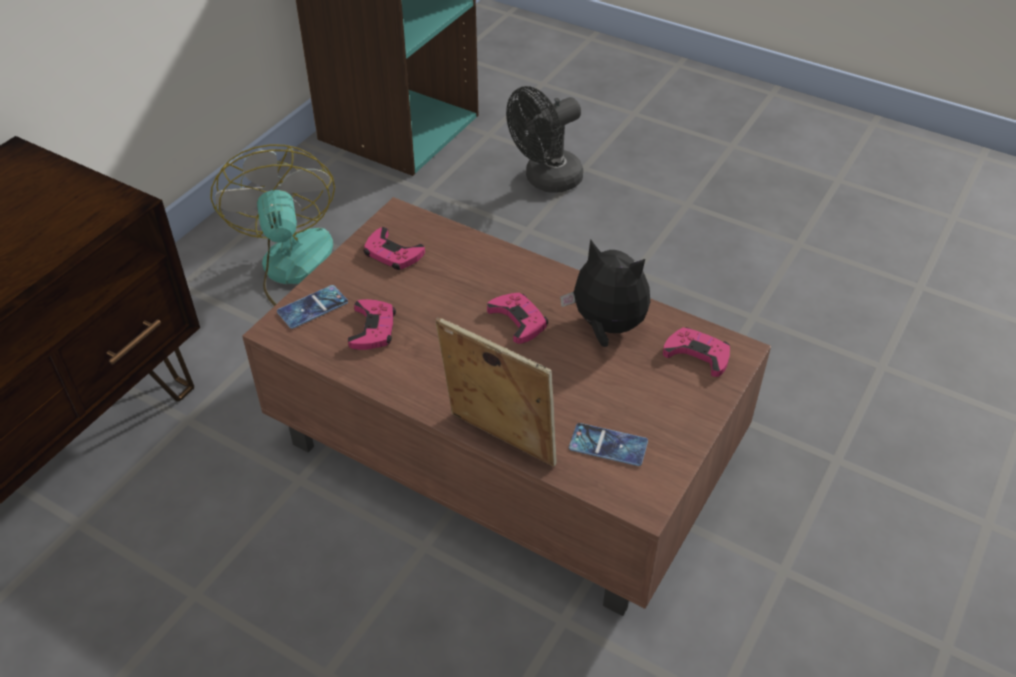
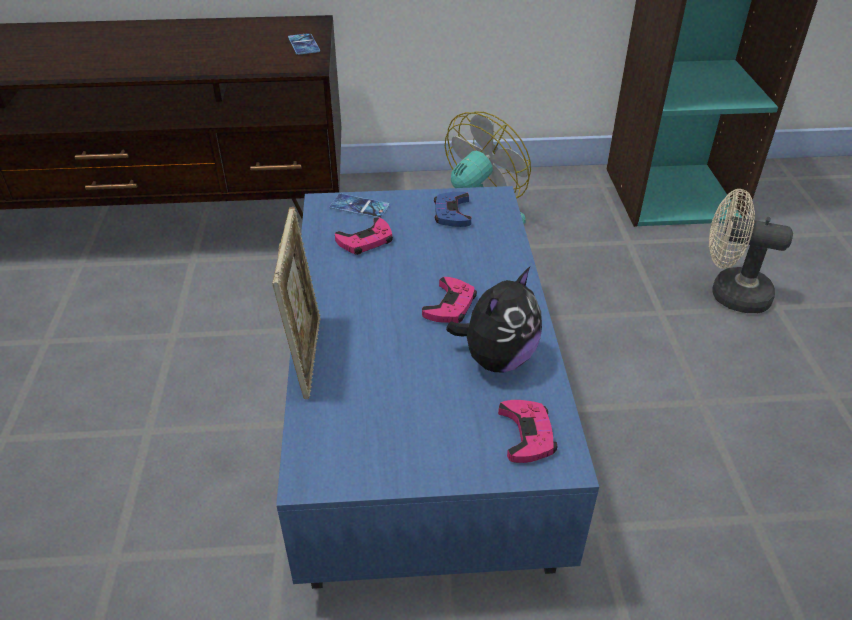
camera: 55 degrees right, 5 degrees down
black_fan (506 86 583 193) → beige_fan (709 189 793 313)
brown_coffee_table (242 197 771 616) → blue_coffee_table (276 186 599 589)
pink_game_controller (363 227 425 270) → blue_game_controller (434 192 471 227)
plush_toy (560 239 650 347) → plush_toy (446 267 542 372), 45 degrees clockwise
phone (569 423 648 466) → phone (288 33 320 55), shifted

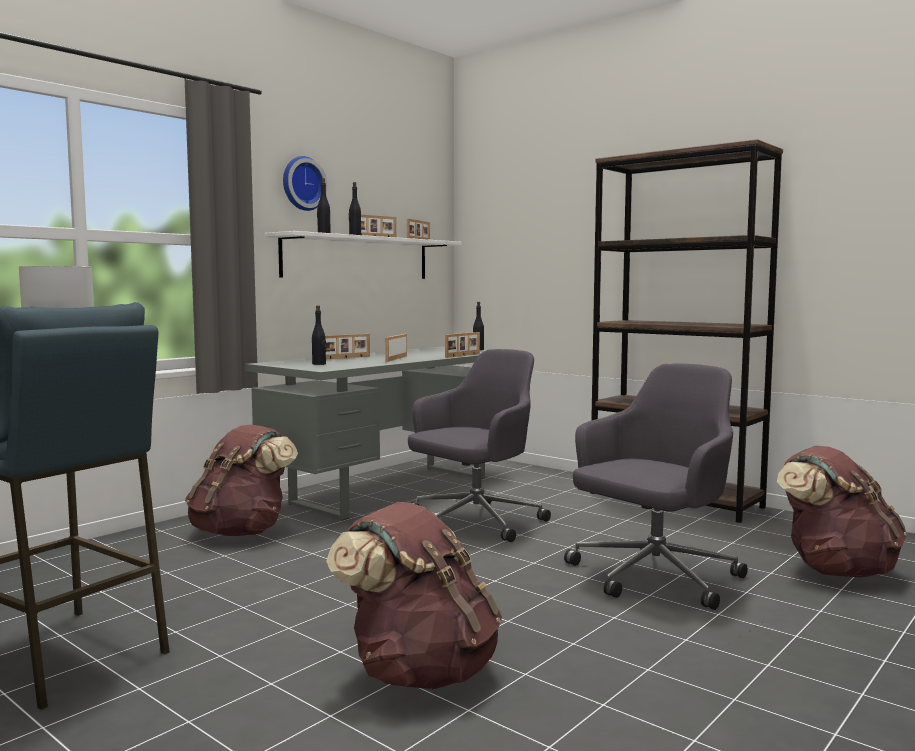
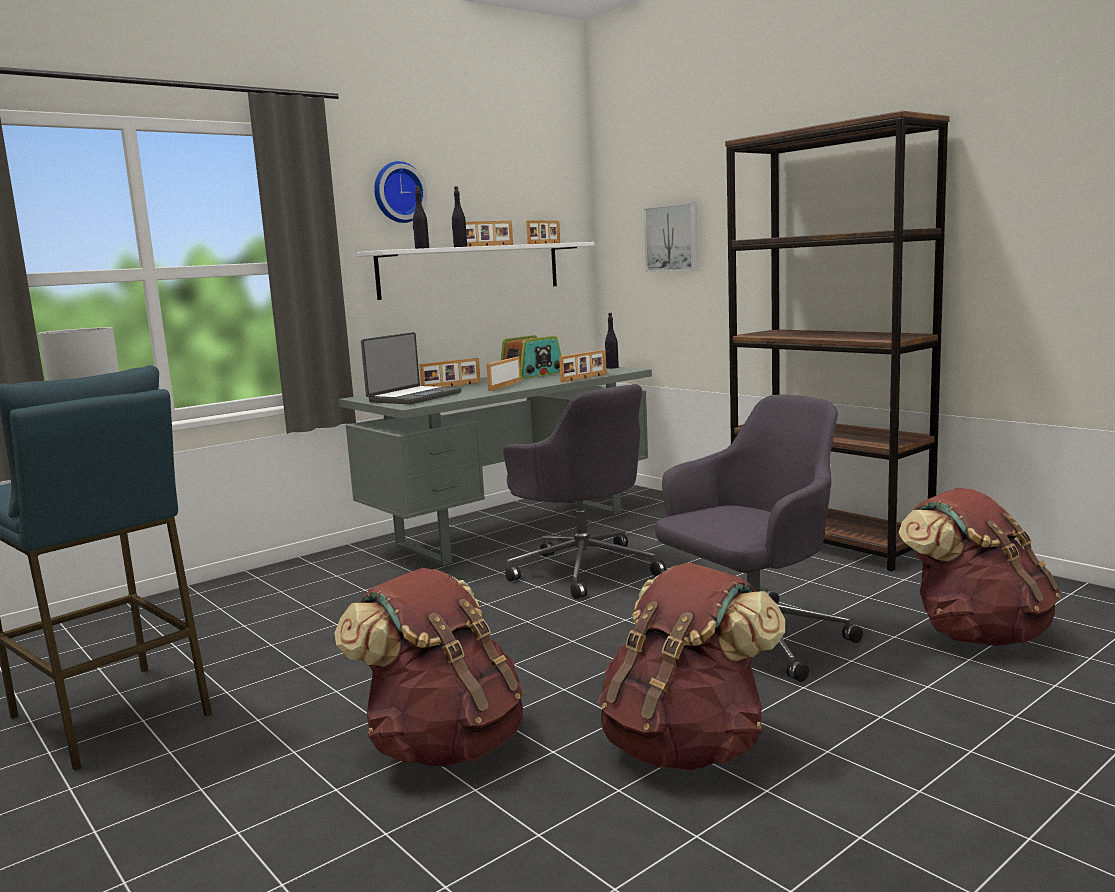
camera: 10 degrees right, 5 degrees up
black_bottle (312 305 326 365) → laptop (361 332 462 405)
grey_office_chair (408 349 551 542) → grey_office_chair (503 384 666 599), 90 degrees clockwise
brown_backpack (185 425 298 536) → brown_backpack (598 562 785 770), shifted
- → picture (644 203 698 272)
- → radio (501 335 561 379)

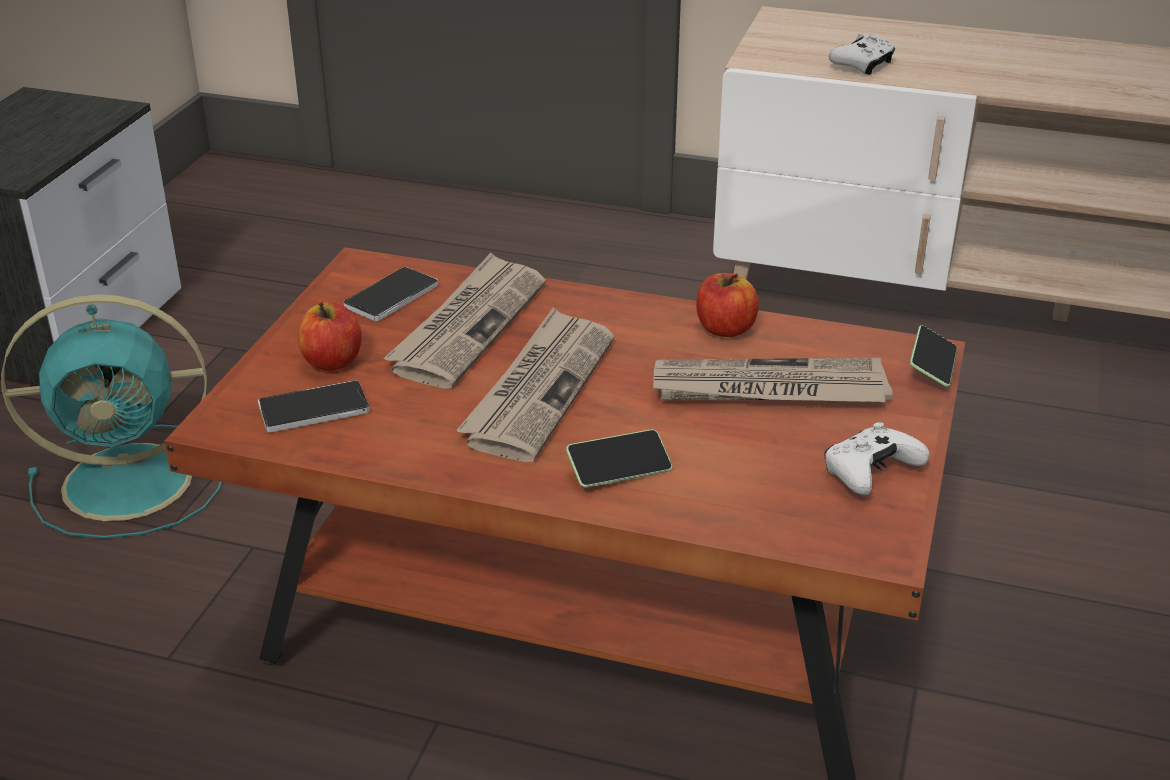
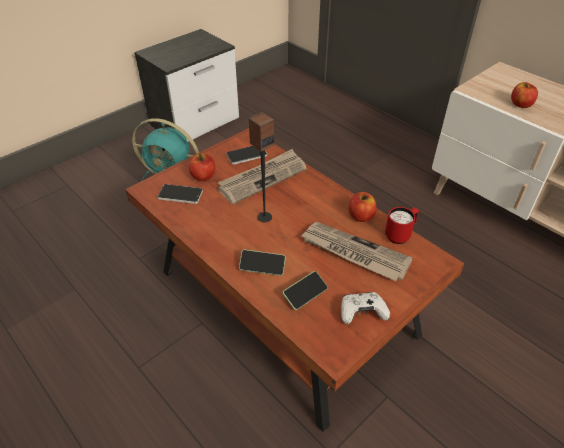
camera: 30 degrees right, 10 degrees up
white_game_controller (829 33 895 75) → apple (511 82 538 108)
newspaper (456 308 614 462) → speaker (249 112 275 222)
phone (910 325 957 387) → phone (283 271 328 310), shifted
- → red_mug (385 207 419 244)

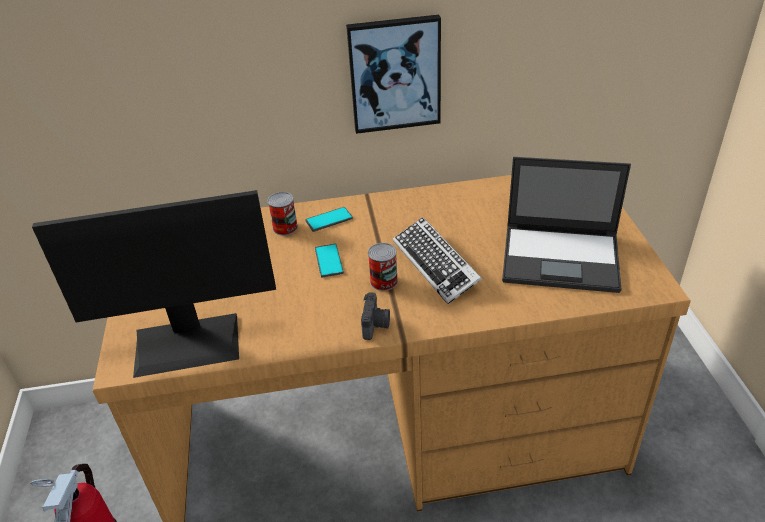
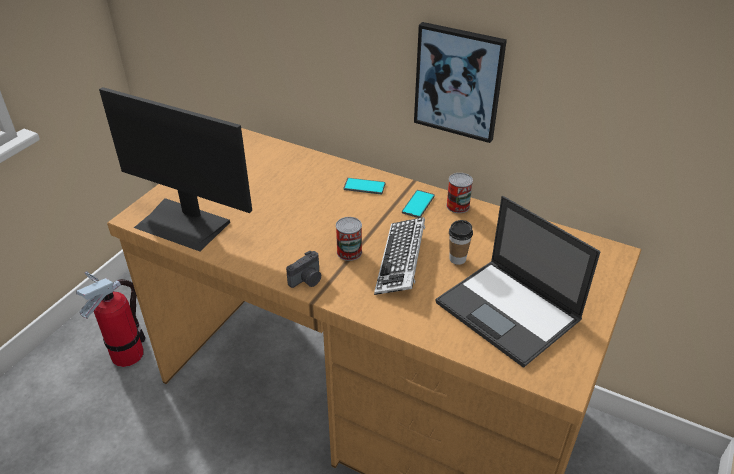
camera: 35 degrees right, 0 degrees up
can (268 192 298 235) → can (446 173 473 213), shifted
phone (315 244 344 278) → phone (402 190 435 218), shifted
- → cup (449 220 473 265)

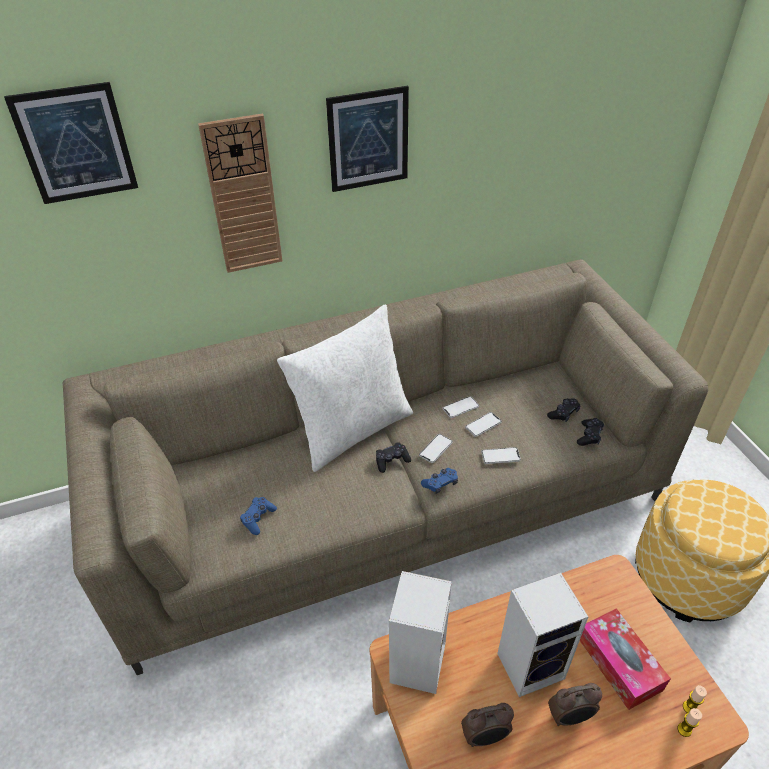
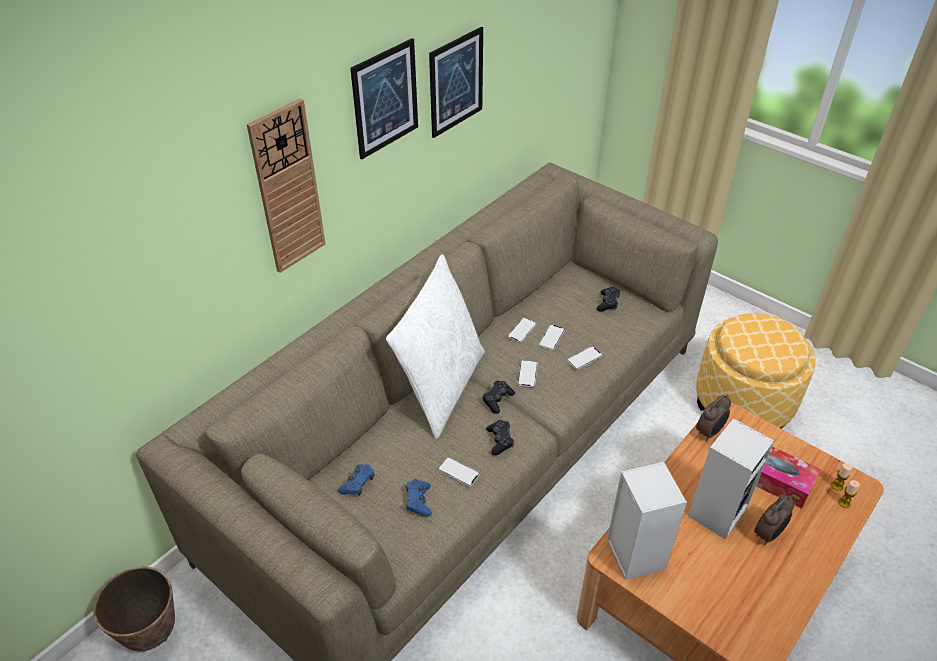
camera: 30 degrees left, 0 degrees up
picture (4 82 138 204) → picture (429 27 483 138), shifted
black_game_controller (577 418 604 446) → black_game_controller (486 420 514 455), shifted
blue_game_controller (421 468 458 494) → blue_game_controller (338 464 375 496), shifted
alarm_clock (461 703 514 747) → alarm_clock (696 395 731 441), shifted
- → phone (438 457 480 487)
- → planter (93 567 175 651)

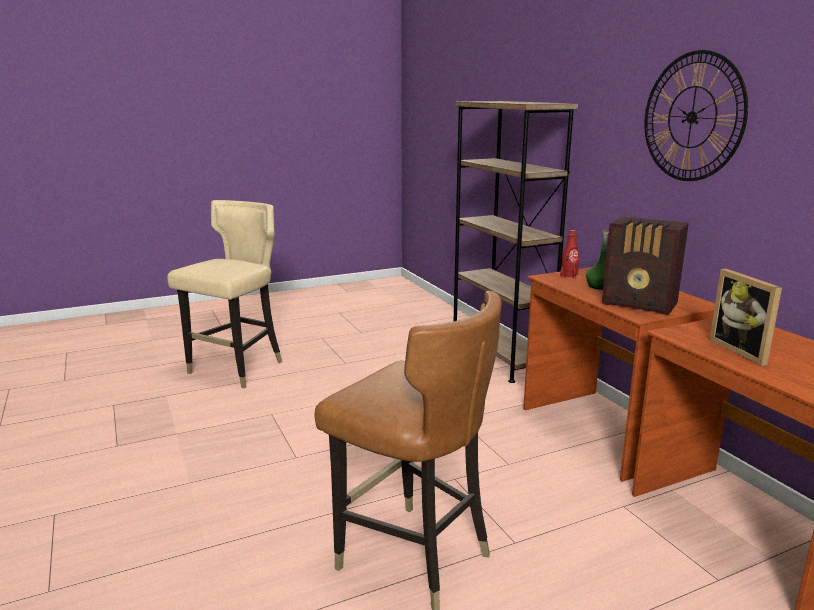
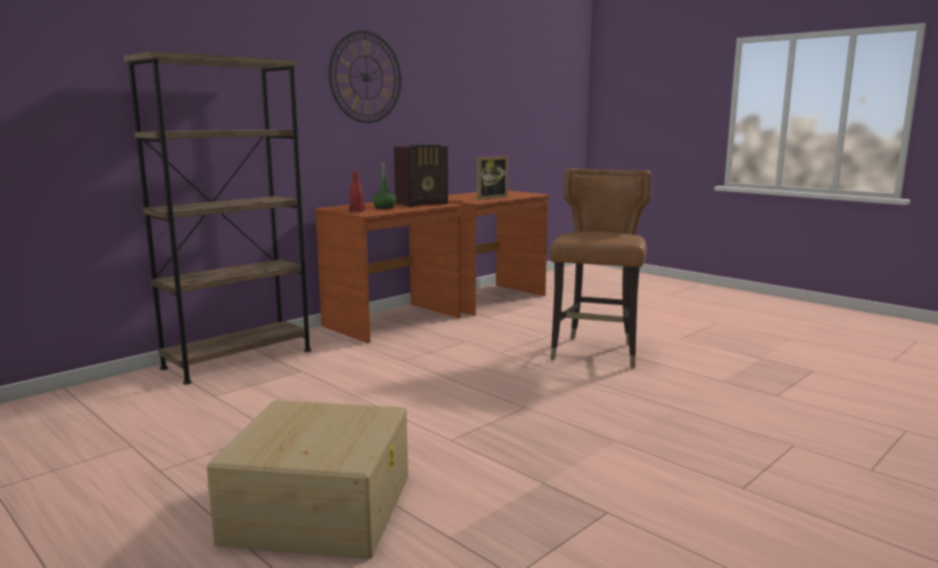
camera: 110 degrees left, 5 degrees down
beige_chair (167 200 282 388) → beige_storage_box (207 400 408 559)
radio (602 216 689 315) → radio (394 144 448 207), 45 degrees clockwise

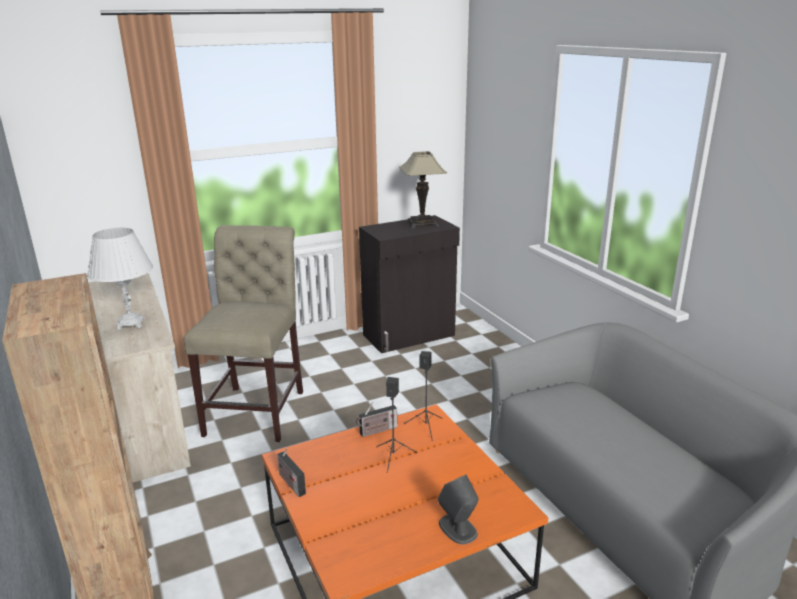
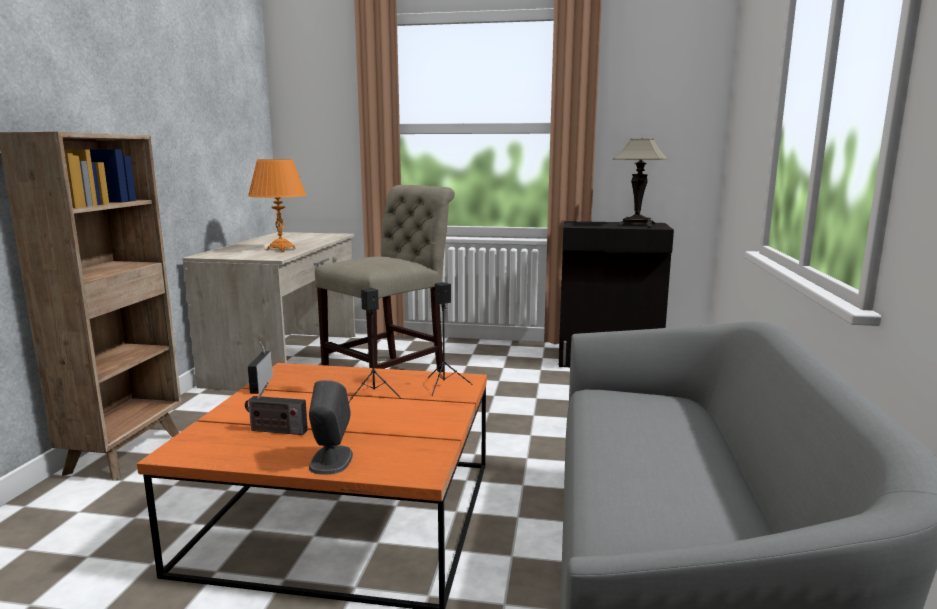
camera: 35 degrees right, 10 degrees down
white_table_lamp (87 228 153 330) → orange_table_lamp (248 159 306 251)
radio (356 402 397 437) → radio (245 382 308 435), shifted

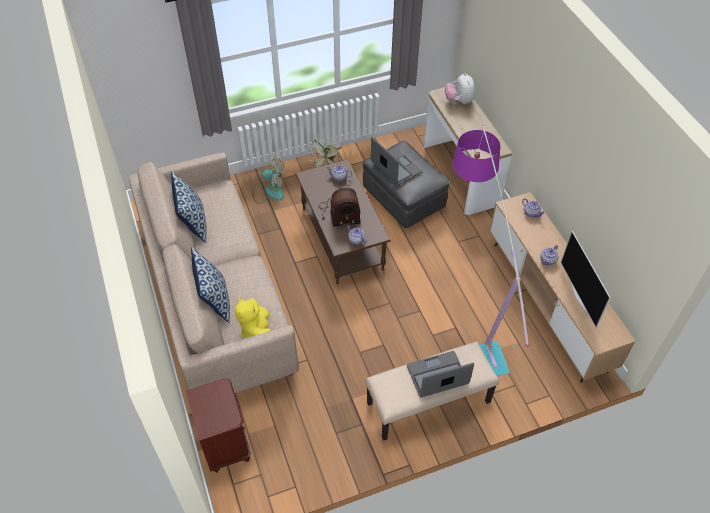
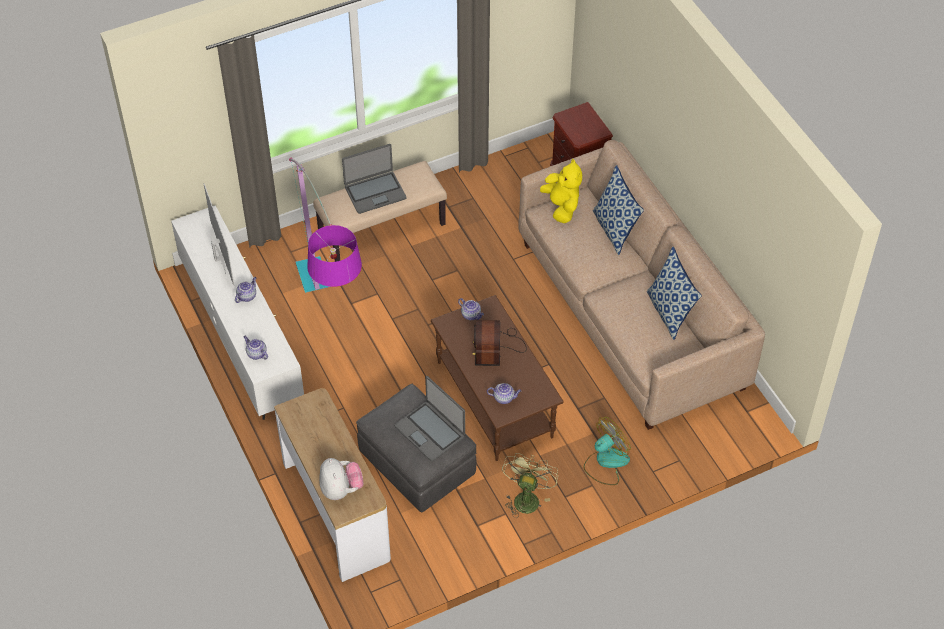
camera: 175 degrees right, 0 degrees up
fan (252 158 286 204) → fan (584 417 631 485), 135 degrees clockwise
radio (319 188 361 227) → radio (473 320 527 366), 75 degrees counterclockwise
brown_tv_stand (489 192 635 383) → white_tv_stand (171 206 304 420)

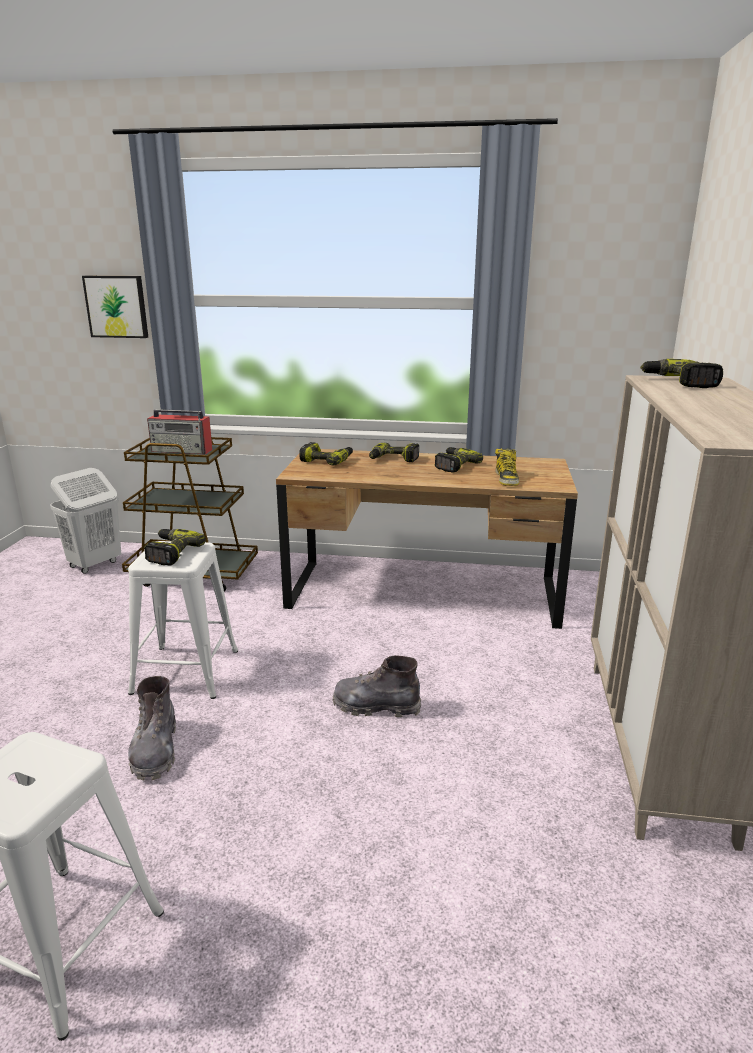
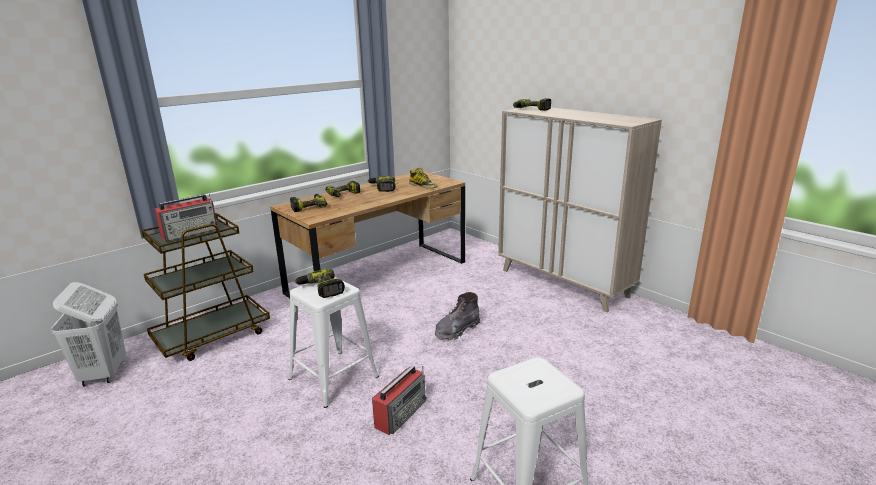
camera: 50 degrees left, 0 degrees up
picture (82 276 148 338) → -
grey_boot (128 676 176 780) → radio (372 366 427 435)

